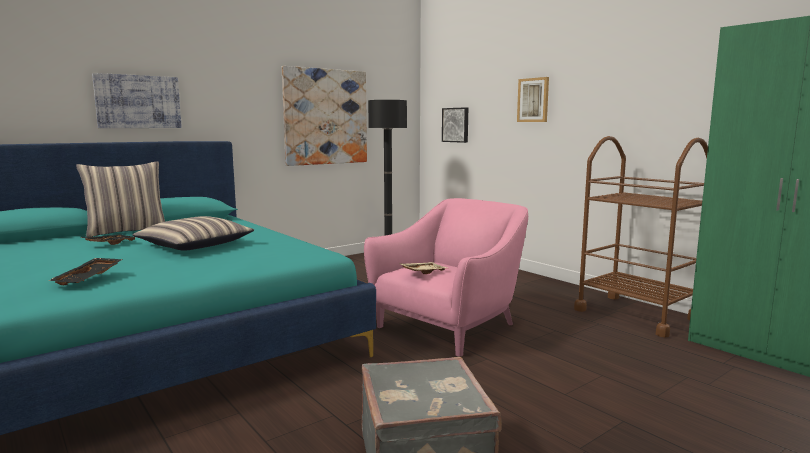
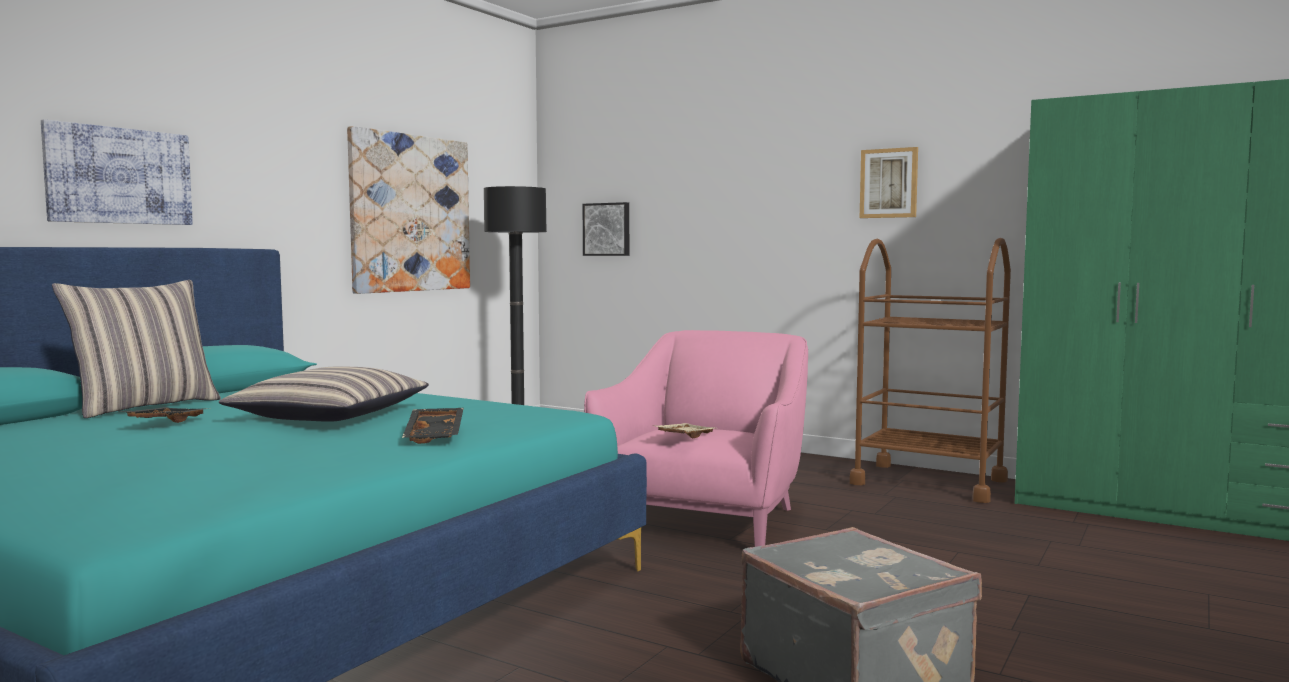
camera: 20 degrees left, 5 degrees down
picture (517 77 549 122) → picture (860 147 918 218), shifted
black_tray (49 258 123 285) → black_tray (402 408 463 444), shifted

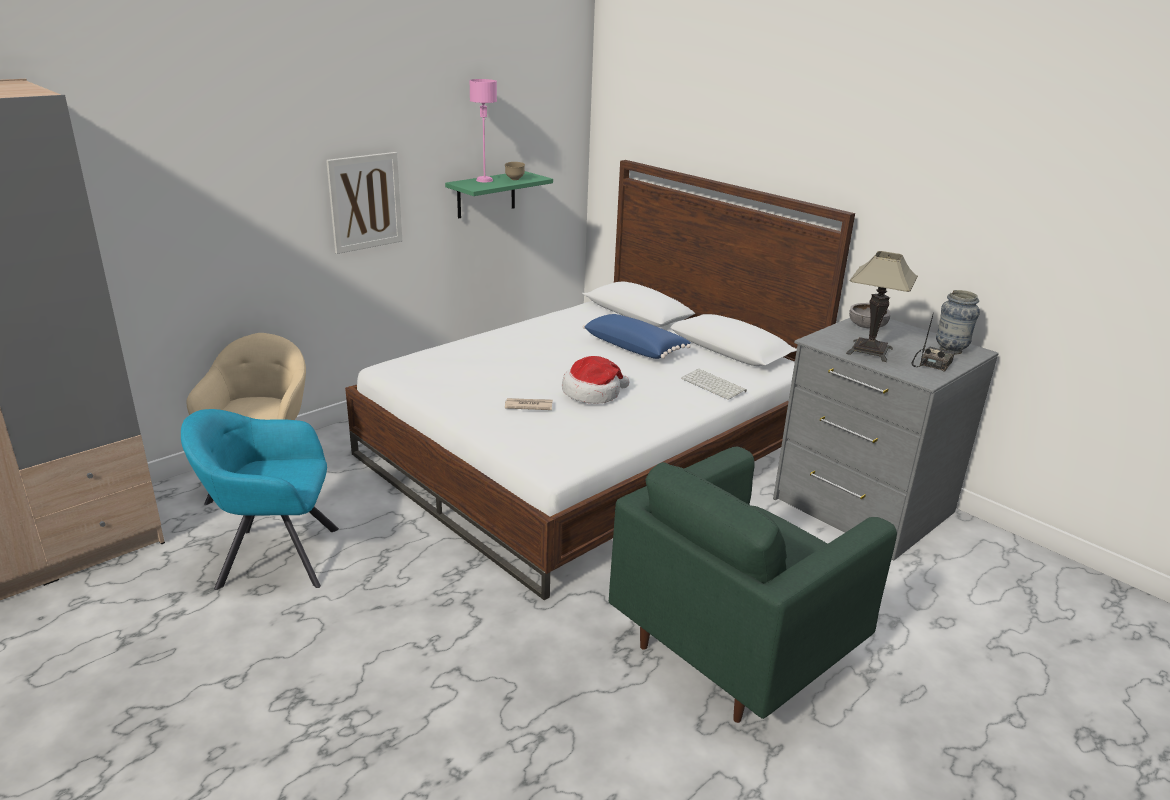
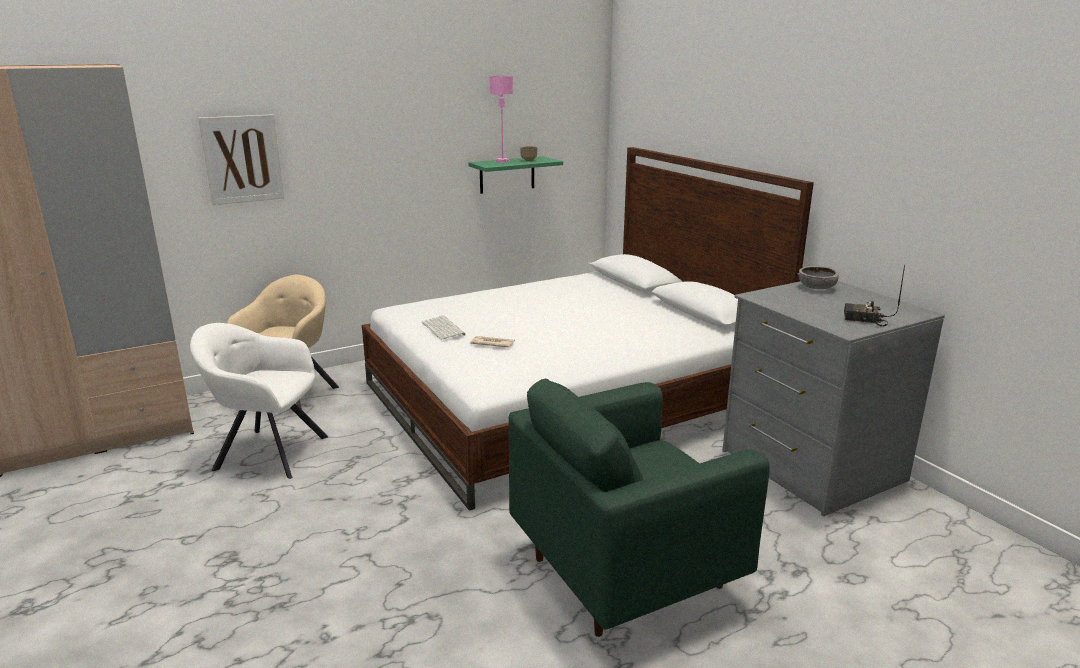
camera: 15 degrees right, 5 degrees down
picture (326 152 402 254) → picture (198 114 284 205), shifted
table_lamp (846 251 918 362) → -
vase (936 290 980 354) → -
radio (911 313 955 372) → radio (844 264 905 327), 120 degrees counterclockwise
blue_pillow (582 314 691 359) → -
hat (562 356 629 404) → -
keyboard (681 369 747 400) → keyboard (422 316 466 340), shifted
turquoise_armchair (181 409 339 590) → white_armchair (190 323 328 479)

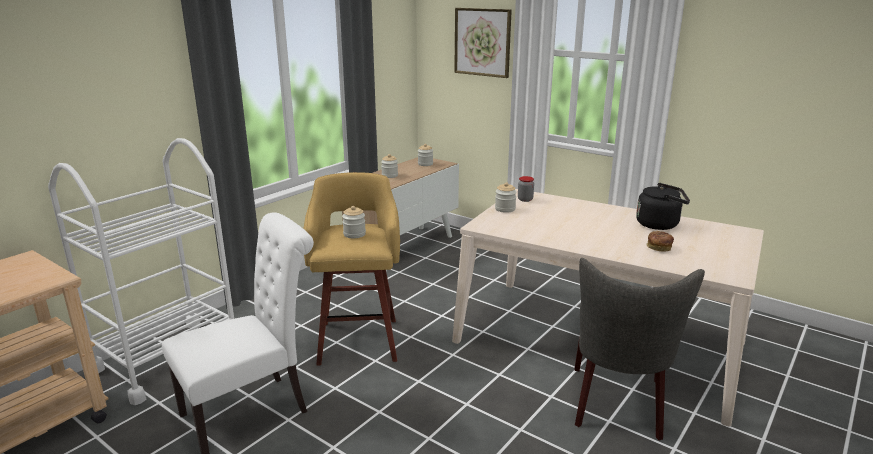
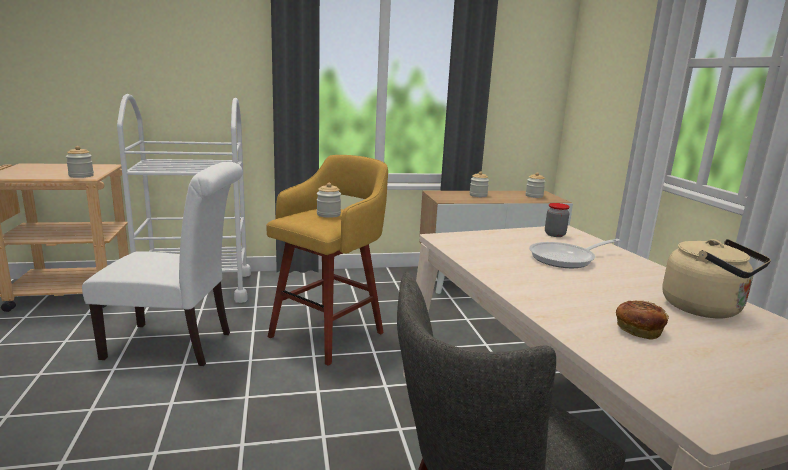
camera: 40 degrees right, 5 degrees down
picture (454 8 512 78) → -
jar (495 182 517 213) → jar (66 146 94 178), shifted
black_kettle (636 183 690 230) → beige_kettle (663 239 771 318)
- → frying_pan (529 239 620 268)

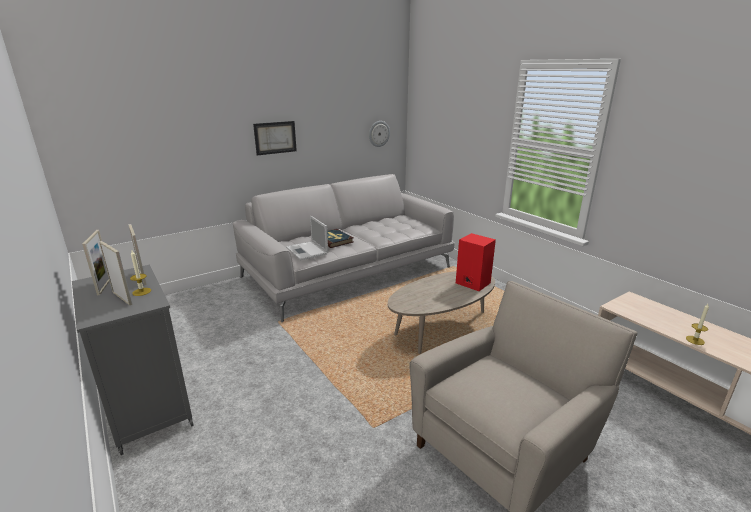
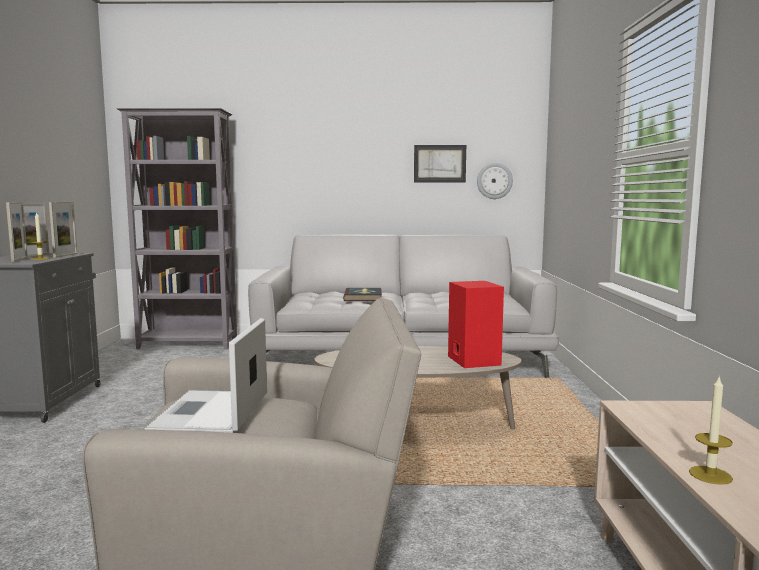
camera: 35 degrees right, 15 degrees down
picture (253 121 297 155) → picture (414 145 466 182), shifted
laptop (286 216 328 260) → laptop (144 318 267 433), shifted
- → grey_bookcase (116 108 237 349)

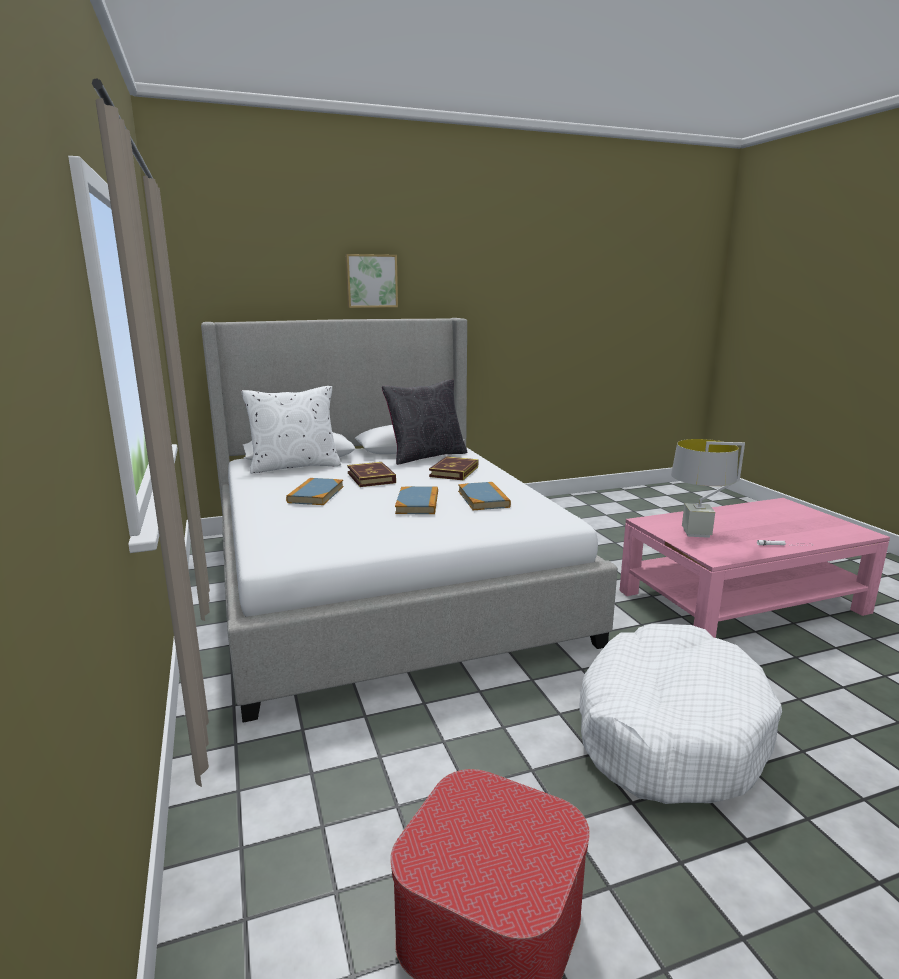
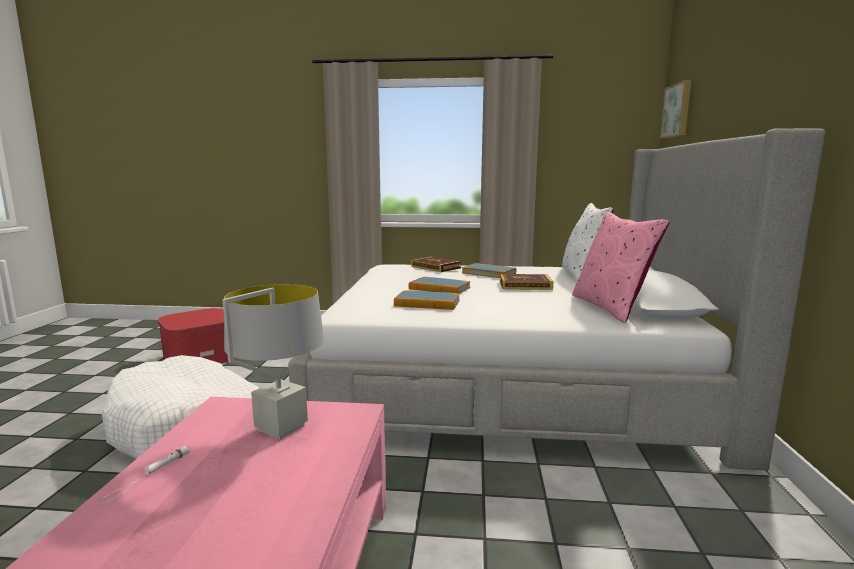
camera: 115 degrees right, 5 degrees down
picture (346 254 398 308) → picture (660 80 691 139), shifted
black_pillow (382 379 468 465) → pink_pillow (572 212 670 323)
book (429 456 478 480) → book (411 257 461 272), shifted

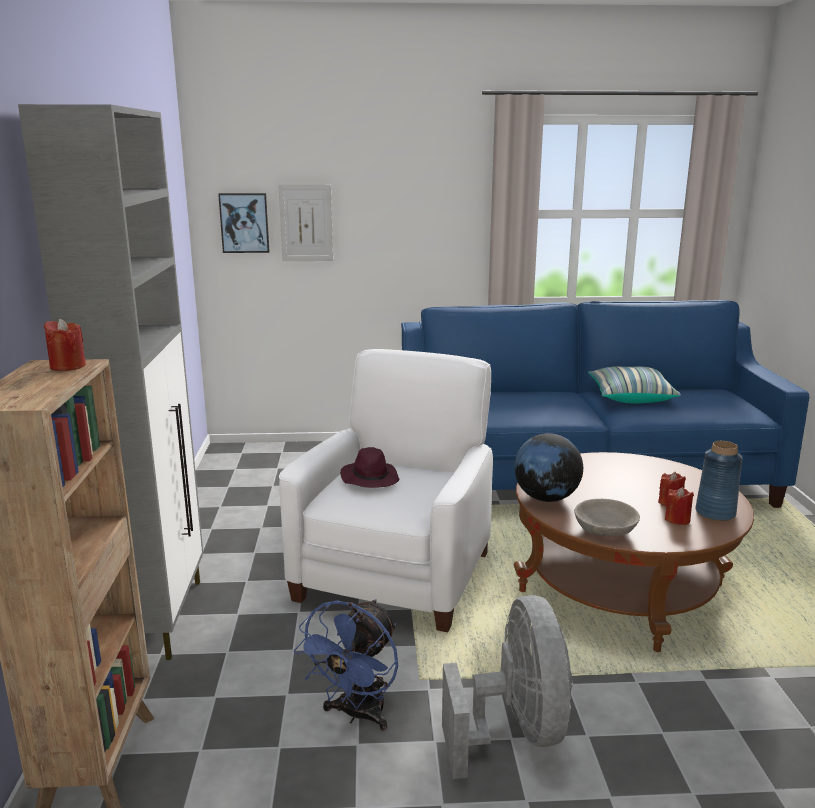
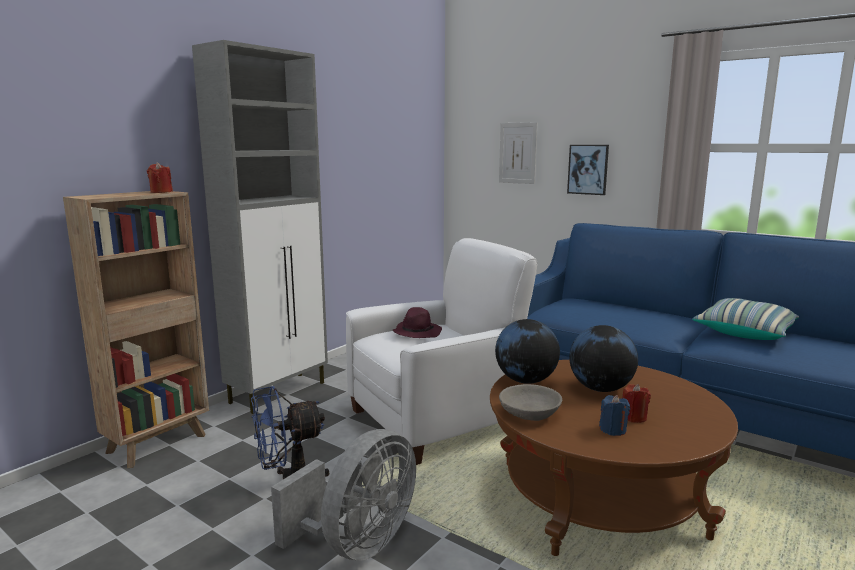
camera: 40 degrees right, 5 degrees down
picture (218 193 270 253) → picture (567 145 609 195), shifted
blue_vase (695 441 743 521) → -
red_candle (665 487 694 525) → blue_candle (599 395 630 436)
- → globe (569 325 638 392)

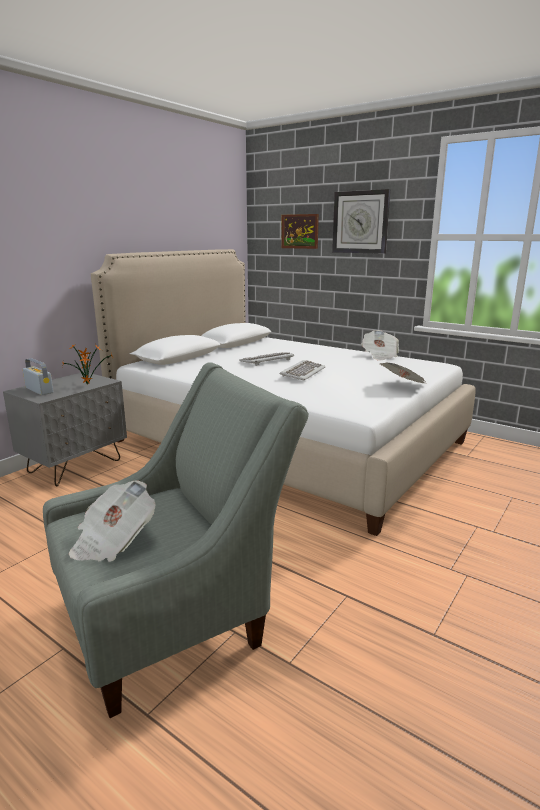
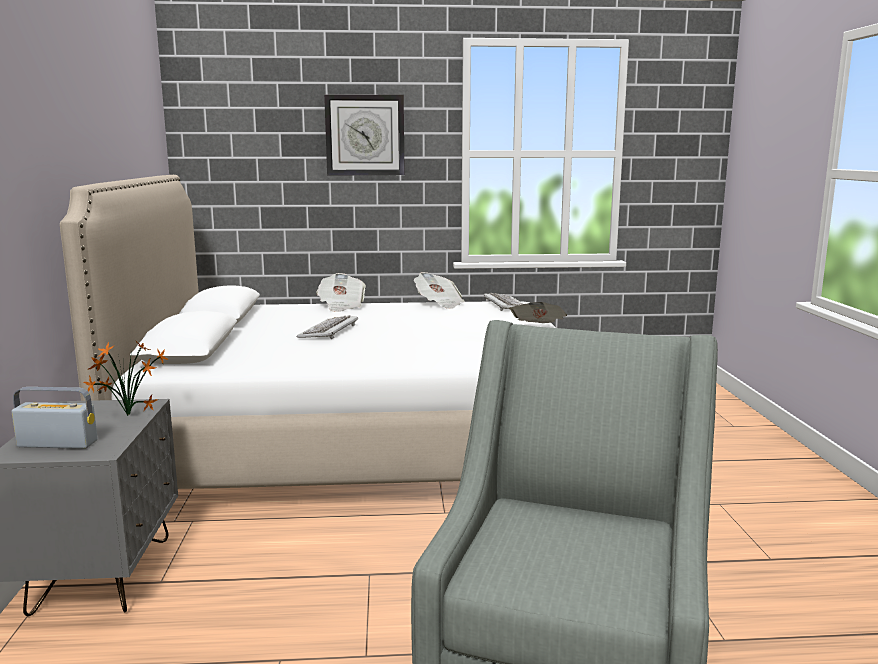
camera: 40 degrees left, 5 degrees down
picture (281 214 319 249) → -
keyboard (280 360 325 380) → keyboard (483 293 524 311), shifted
newspaper (69 480 155 562) → newspaper (316 273 366 312), shifted

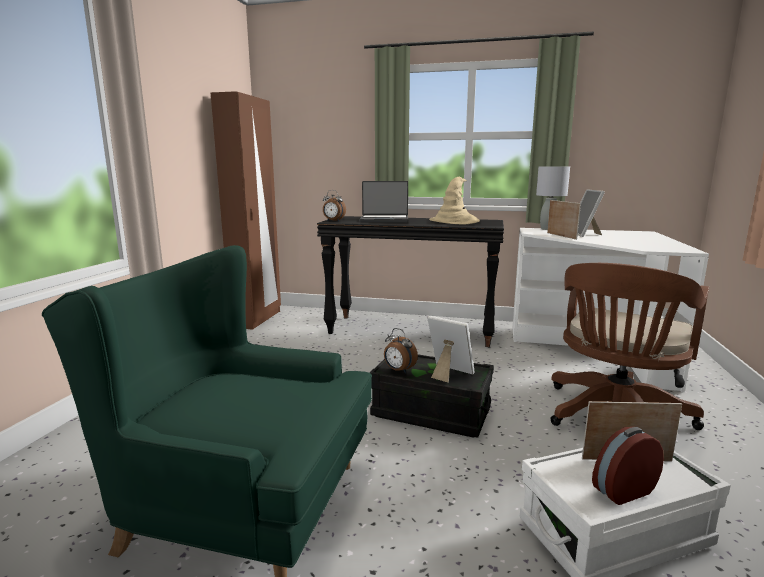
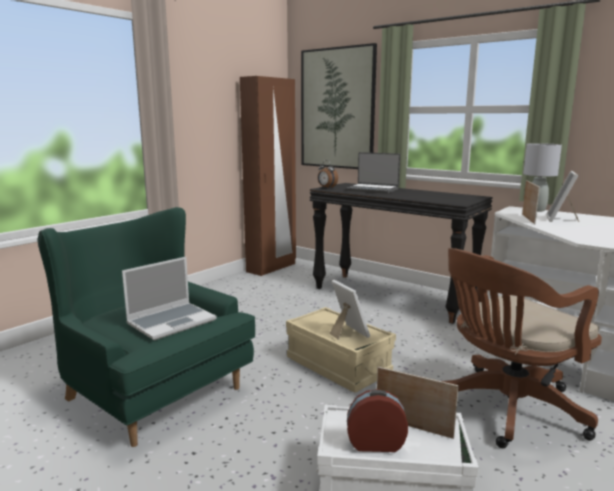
camera: 25 degrees right, 0 degrees up
beige_hat (429 177 480 224) → -
alarm_clock (384 328 418 373) → -
black_storage_box (369 354 494 438) → beige_storage_box (286 307 396 392)
- → picture (301 43 377 169)
- → laptop (122 257 217 340)

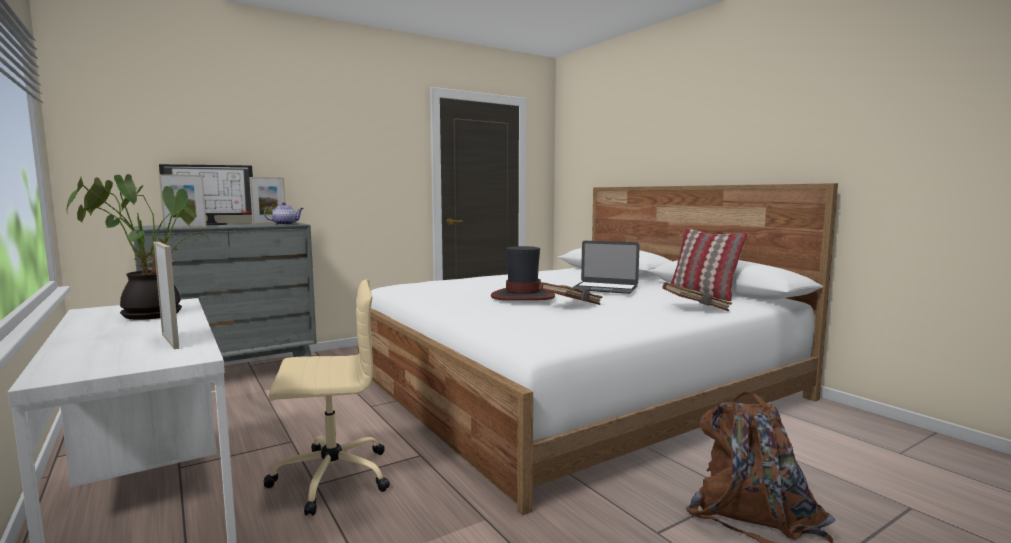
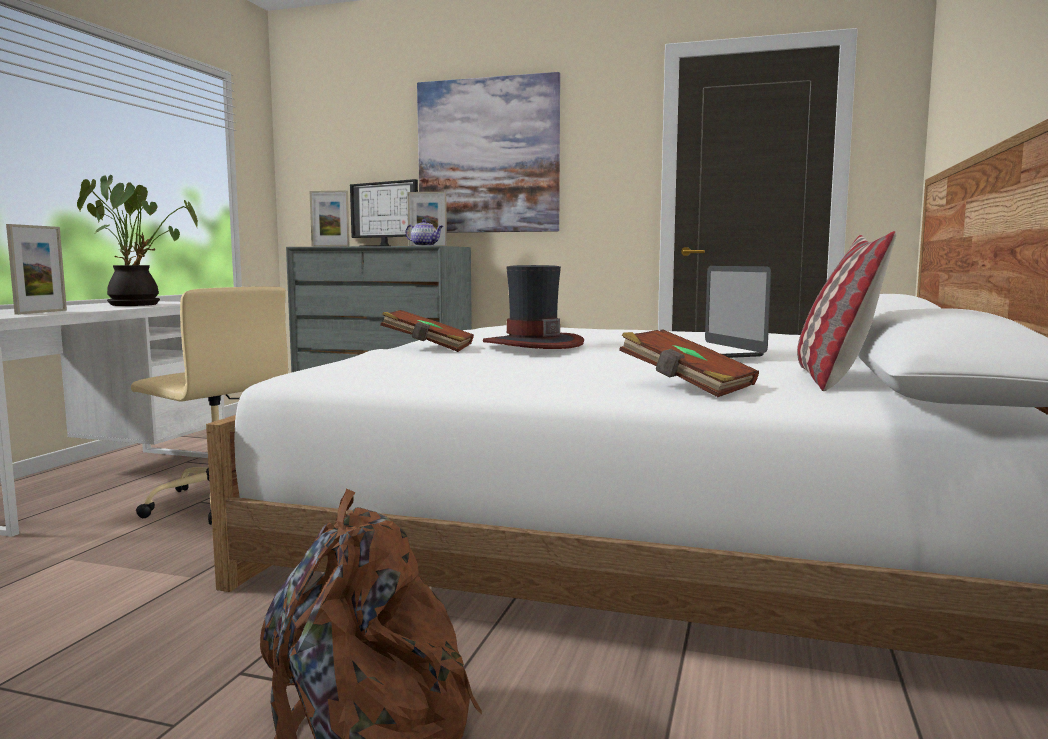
camera: 50 degrees right, 0 degrees up
brown_book (539 282 603 305) → brown_book (381 310 474 352), shifted
- → picture (417 72 560 233)

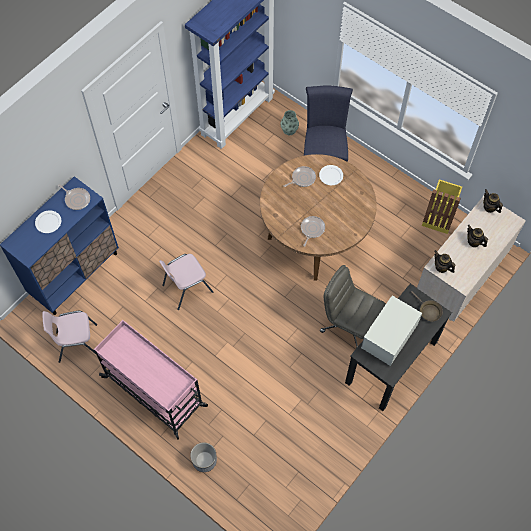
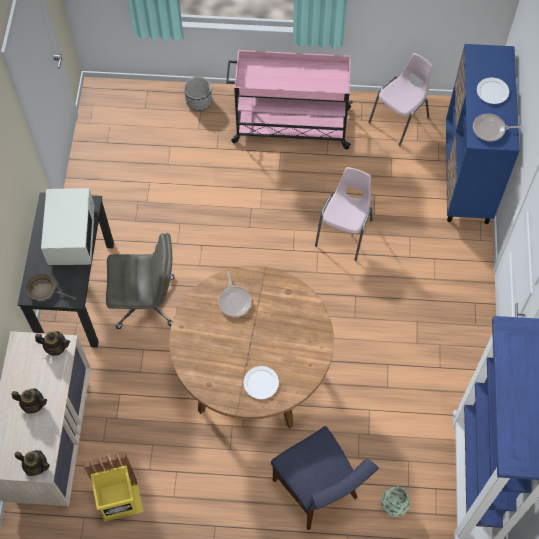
camera: 145 degrees right, 0 degrees up
frying_pan (284 166 316 187) → -

